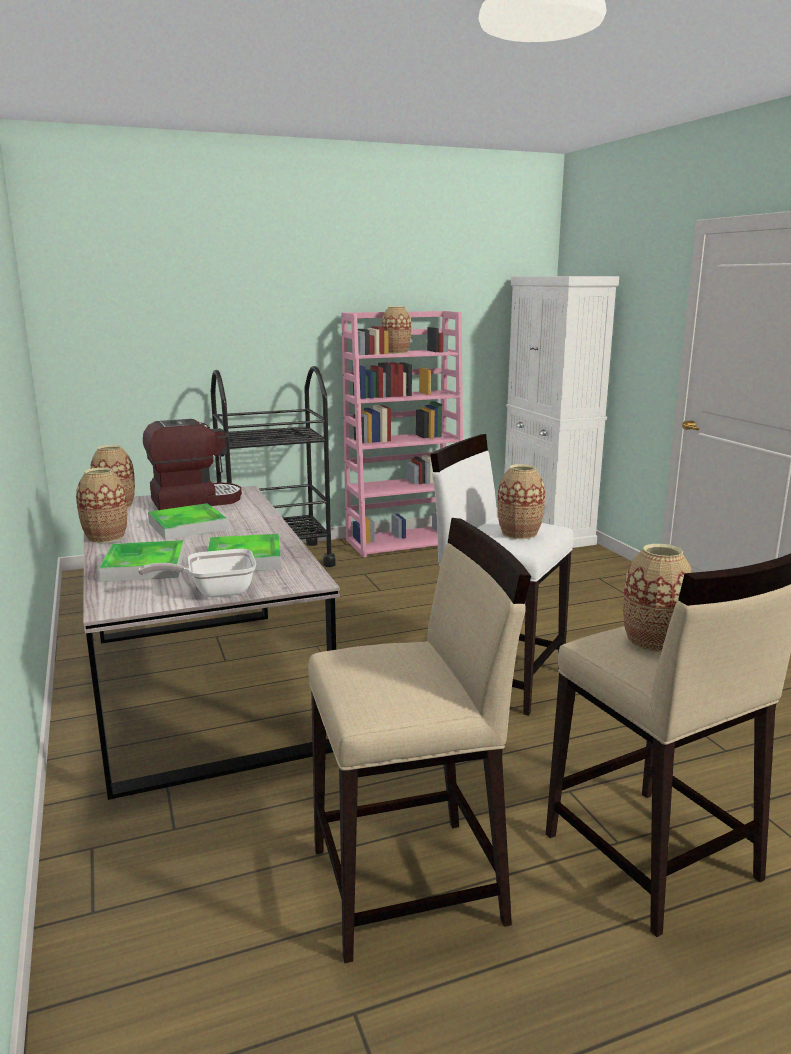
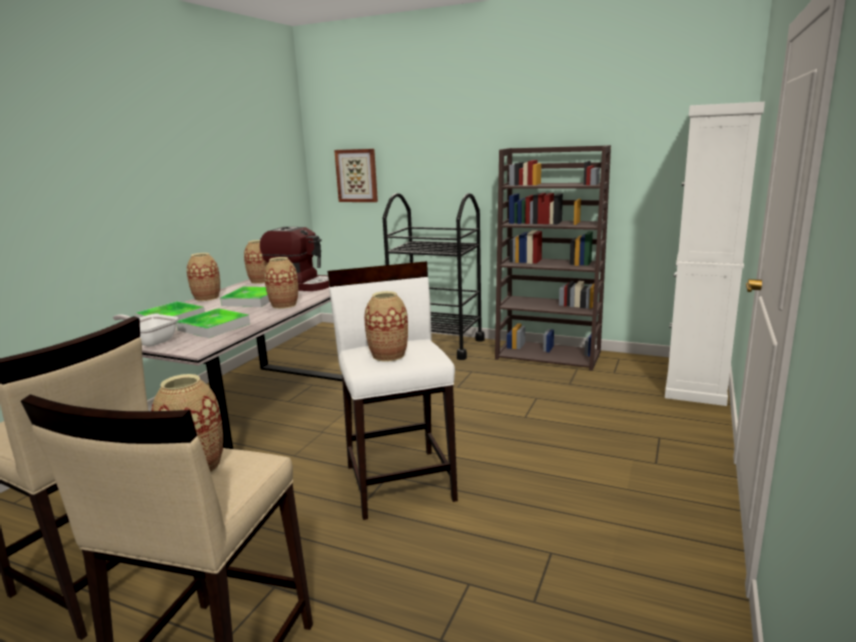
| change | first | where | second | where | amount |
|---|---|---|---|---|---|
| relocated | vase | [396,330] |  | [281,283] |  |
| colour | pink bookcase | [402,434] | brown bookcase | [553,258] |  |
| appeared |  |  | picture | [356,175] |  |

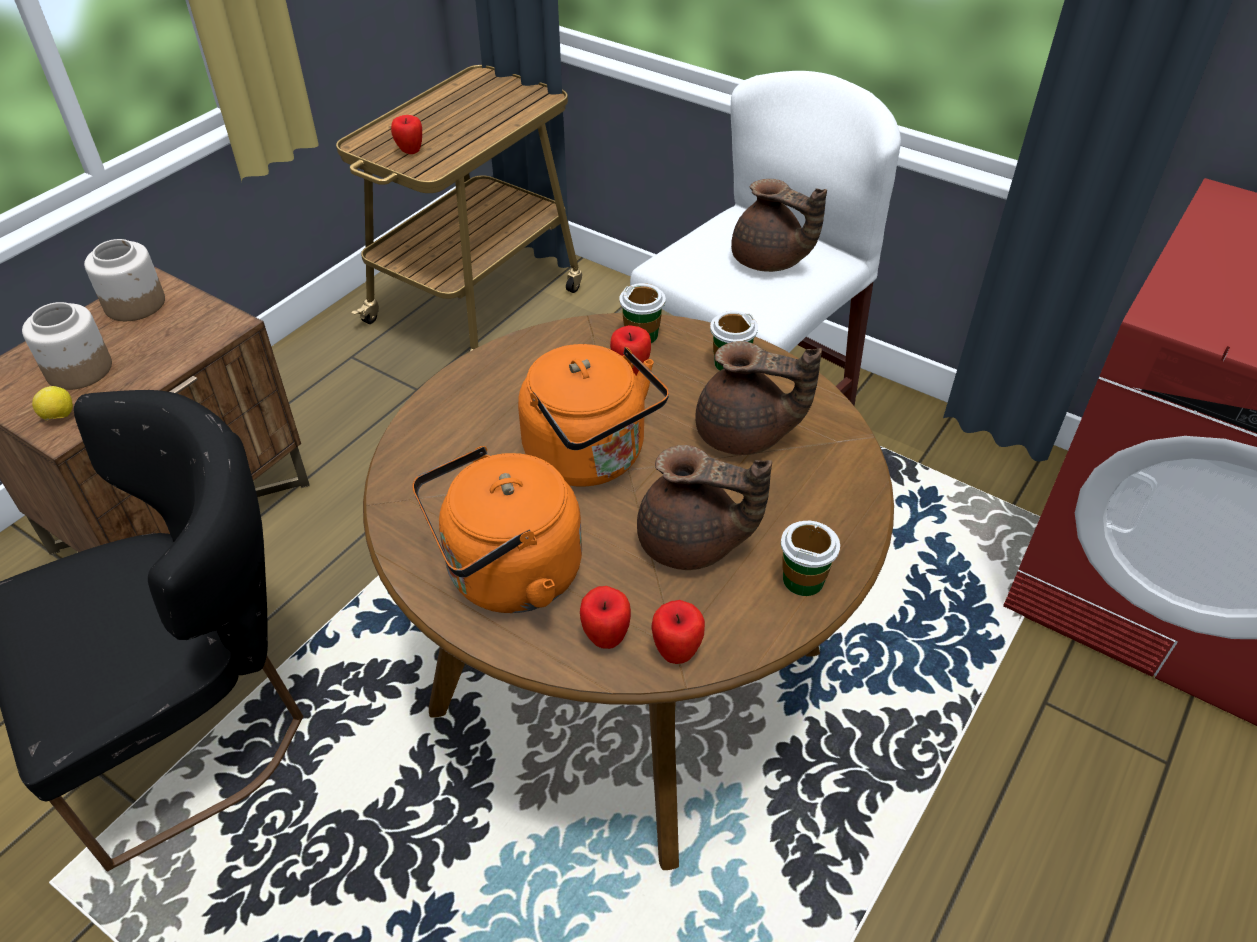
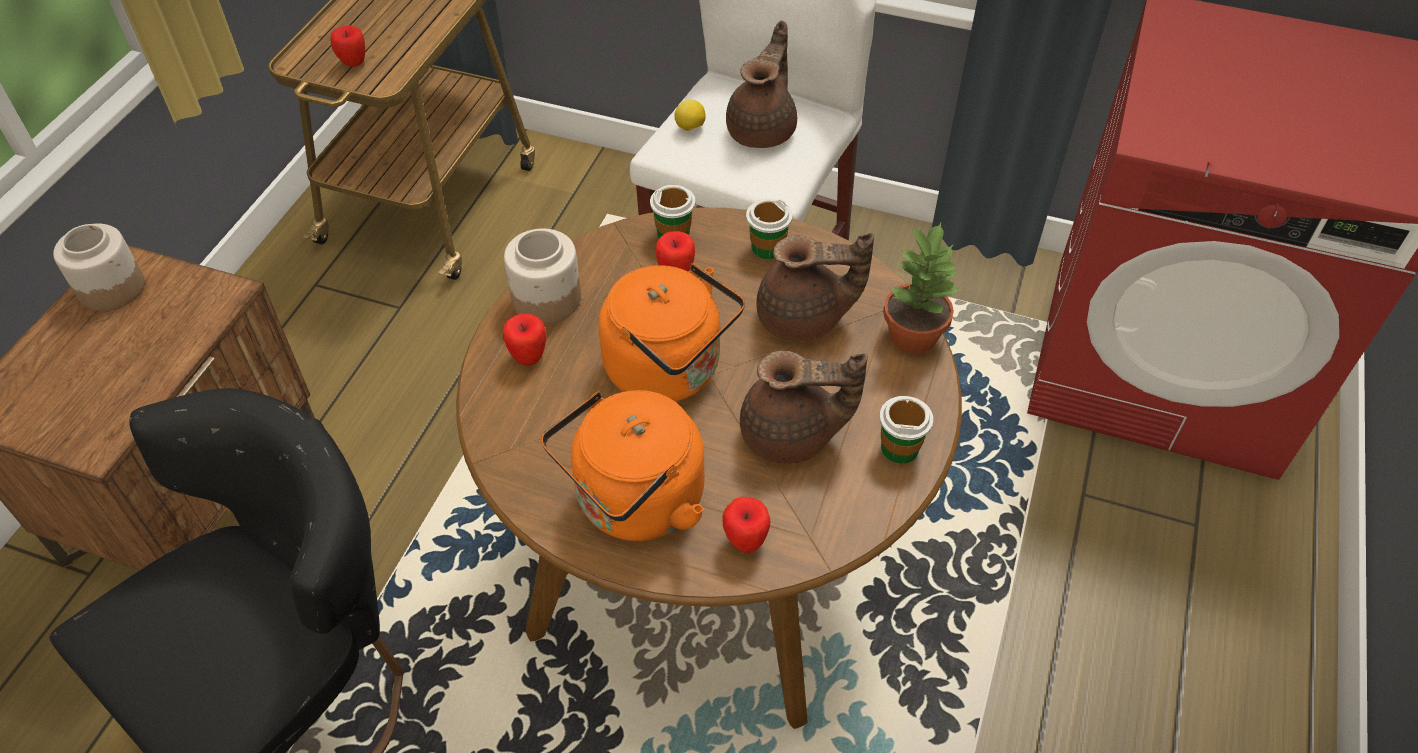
| change | first | where | second | where | amount |
|---|---|---|---|---|---|
| spun | brown teapot | [779,225] |  | [761,84] | 90 degrees counterclockwise |
| relocated | jar | [67,346] |  | [542,276] |  |
| relocated | lemon | [52,403] |  | [690,115] |  |
| relocated | apple | [678,632] |  | [524,339] |  |
| appeared |  |  | potted plant | [921,288] |  |

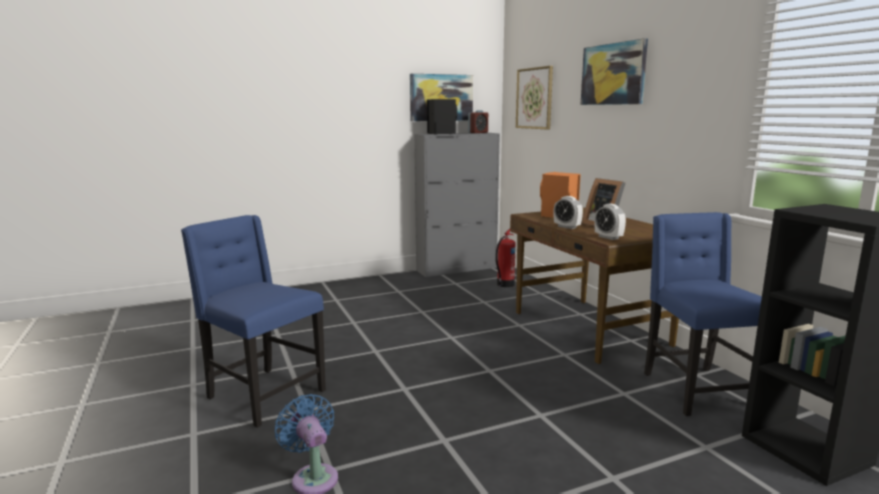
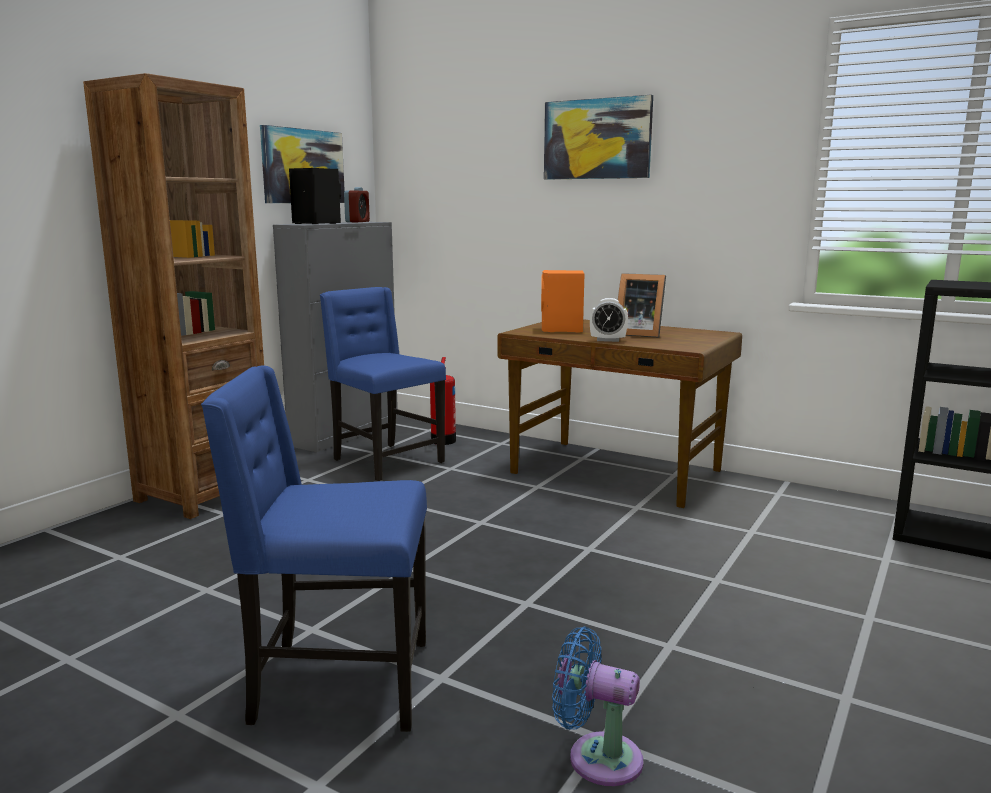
| change | first | where | second | where | amount |
|---|---|---|---|---|---|
| missing | picture | [534,98] |  |  |  |
| missing | alarm clock | [610,222] |  |  |  |
| relocated | blue chair | [703,314] |  | [383,384] |  |
| appeared |  |  | brown bookcase | [173,296] |  |

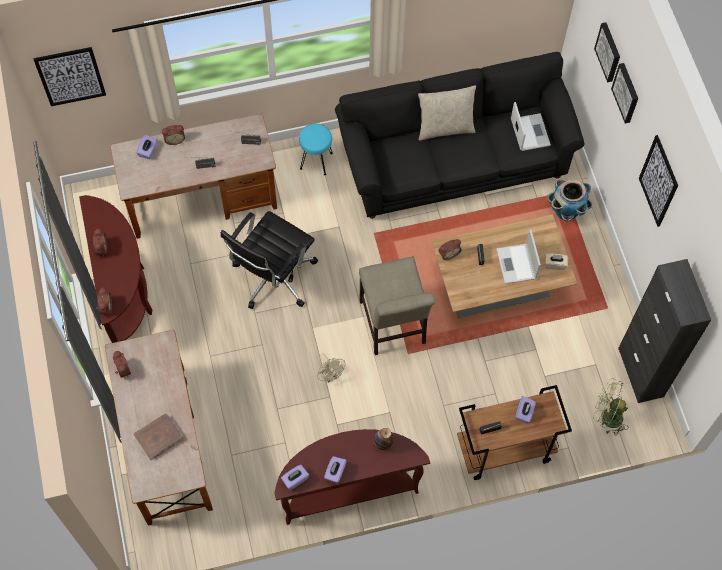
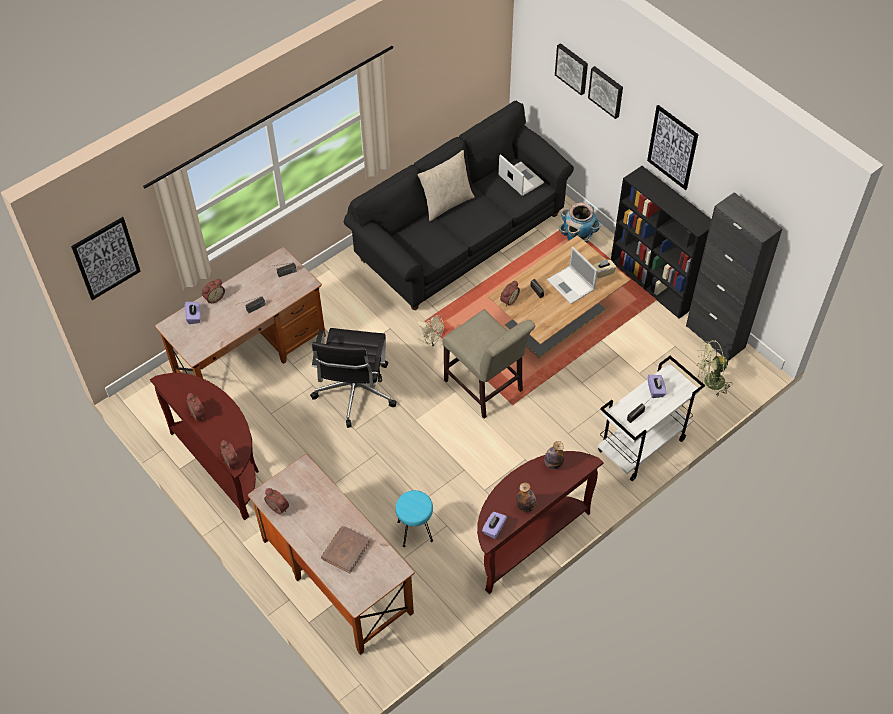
| change | first | where | second | where | amount |
|---|---|---|---|---|---|
| relocated | turquoise stool | [316,149] |  | [414,518] |  |
| relocated | beige fan | [331,368] |  | [430,331] |  |
| colour | brown cart | [514,432] | white cart | [651,418] |  |
| exchanged | purple tissue box | [335,469] | bottle | [526,498] |  |
| appeared |  |  | black bookcase | [661,242] |  |

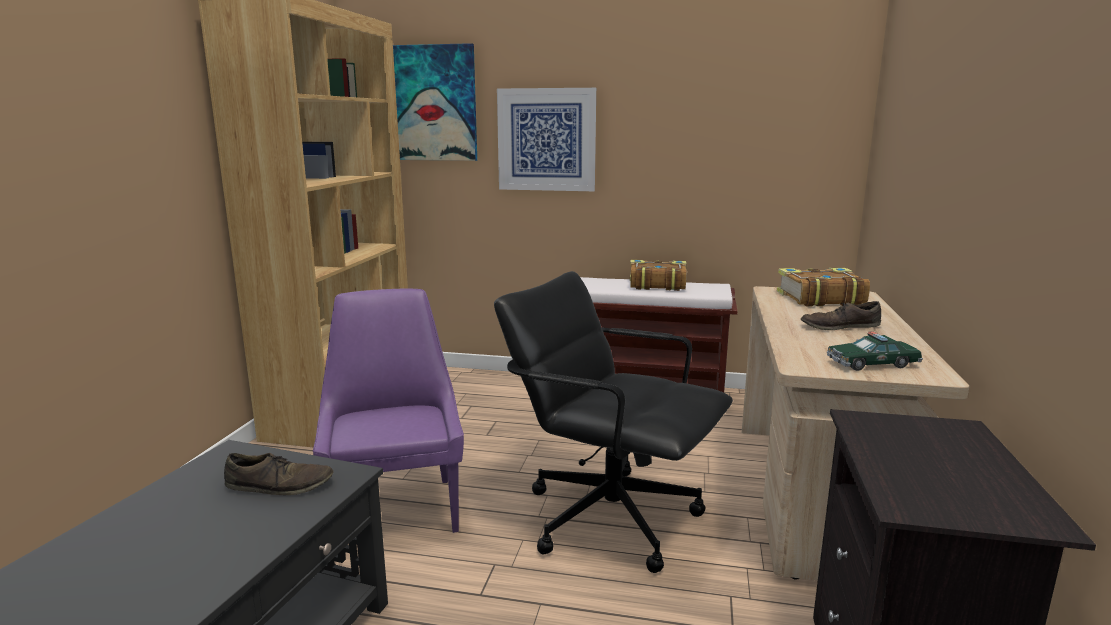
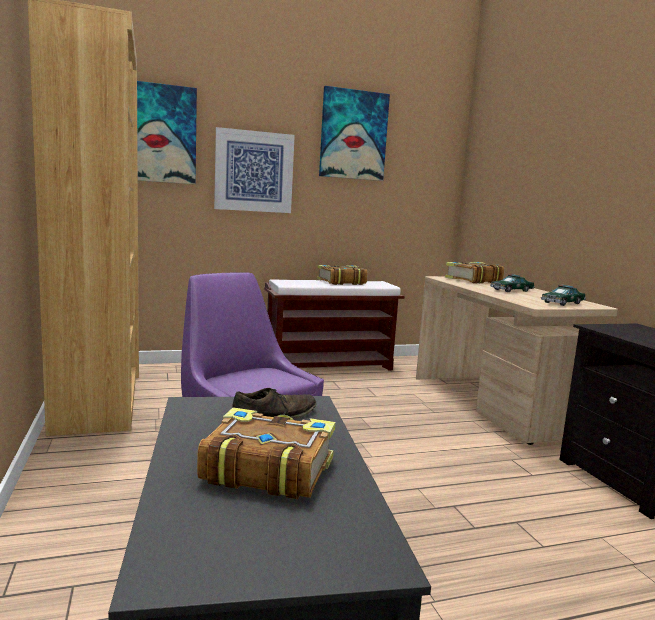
| change | first | where | second | where | amount |
|---|---|---|---|---|---|
| missing | black office chair | [613,422] |  |  |  |
| exchanged | brown shoe | [841,315] | toy car | [512,283] |  |
| appeared |  |  | picture | [354,133] |  |
| appeared |  |  | book | [266,453] |  |

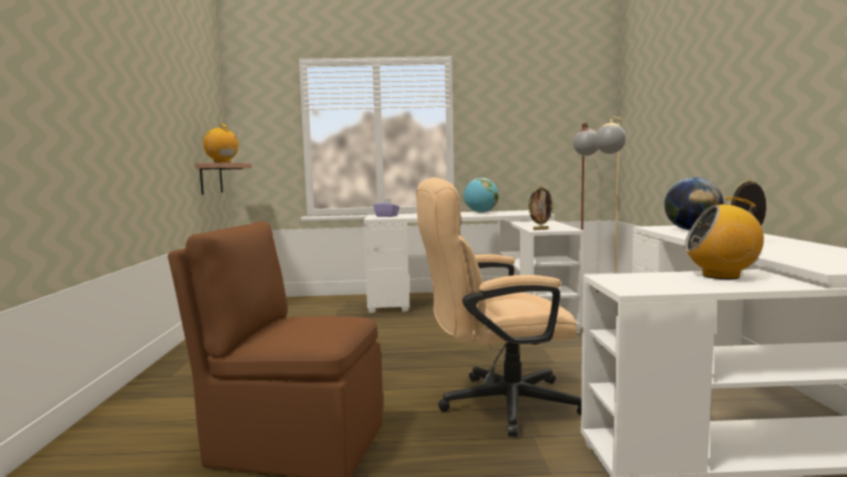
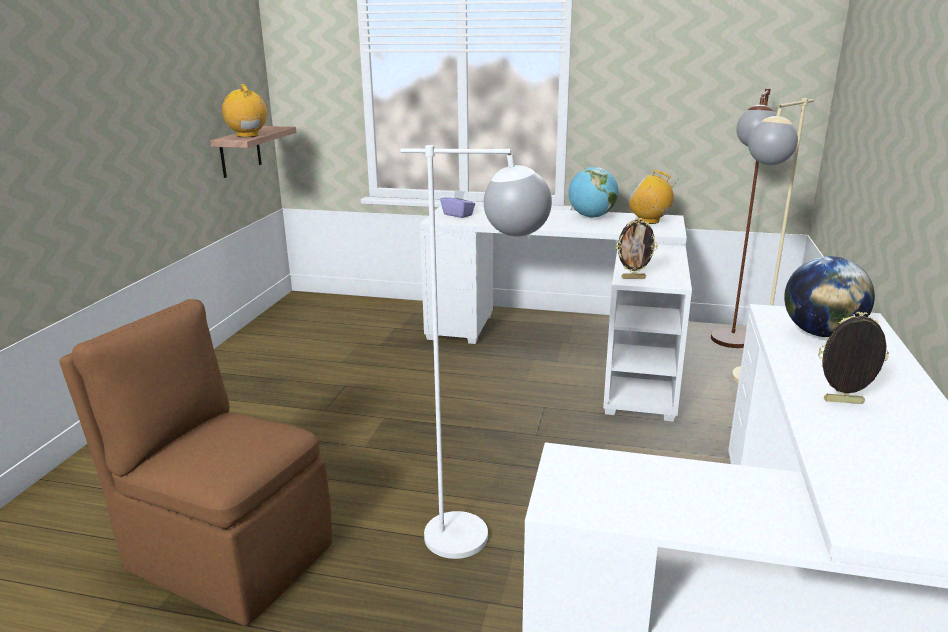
| change | first | where | second | where | amount |
|---|---|---|---|---|---|
| exchanged | beige office chair | [498,307] | white floor lamp | [476,352] |  |
| relocated | radio | [724,238] |  | [653,197] |  |

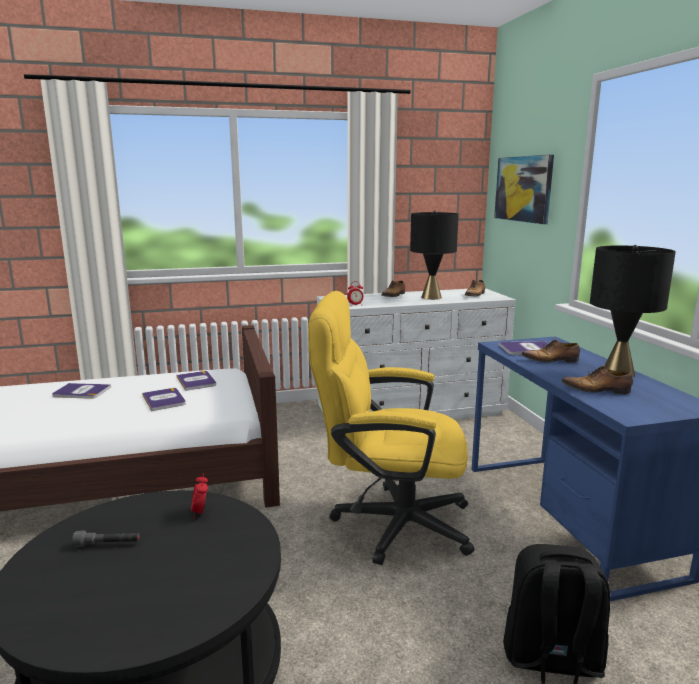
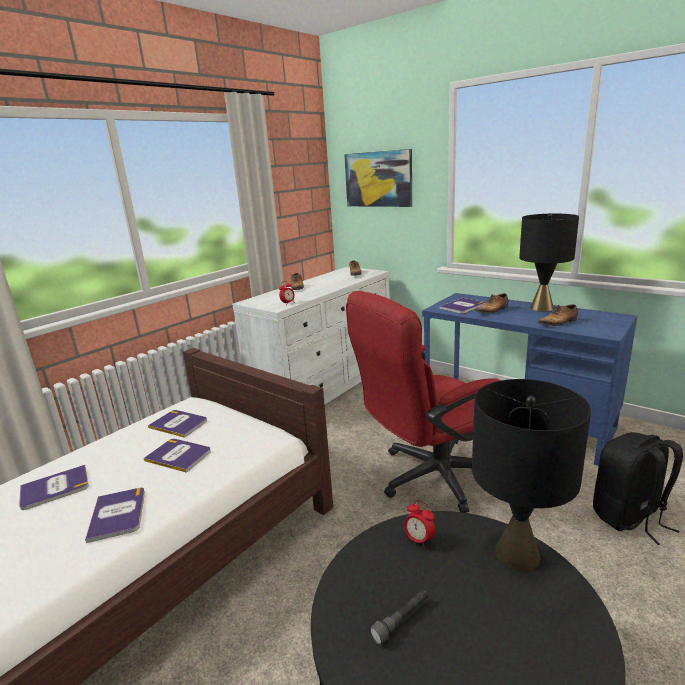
| change | first | where | second | where | amount |
|---|---|---|---|---|---|
| relocated | black table lamp | [434,255] |  | [531,475] |  |
| colour | yellow office chair | [391,428] | red office chair | [423,402] |  |
| appeared |  |  | book | [115,515] |  |

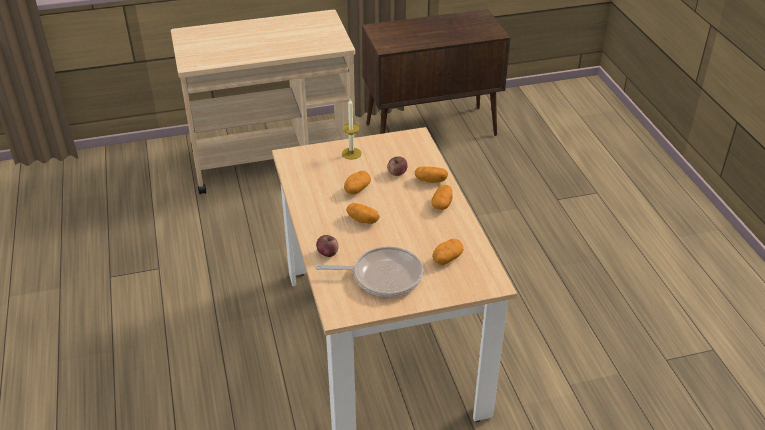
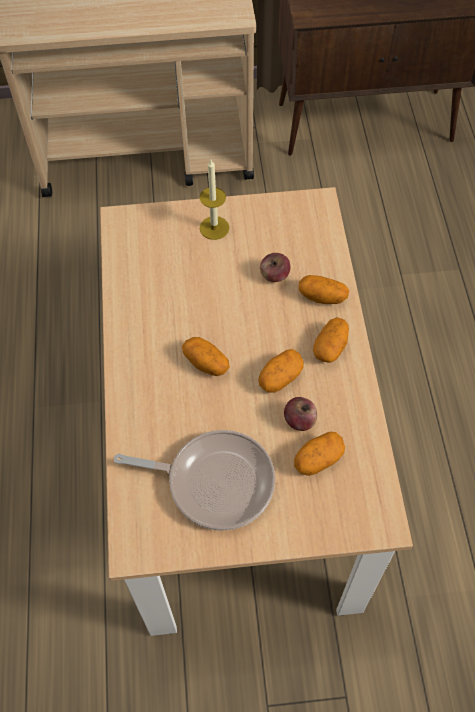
| change | first | where | second | where | amount |
|---|---|---|---|---|---|
| relocated | potato | [357,183] |  | [281,371] |  |
| relocated | apple | [327,246] |  | [300,414] |  |

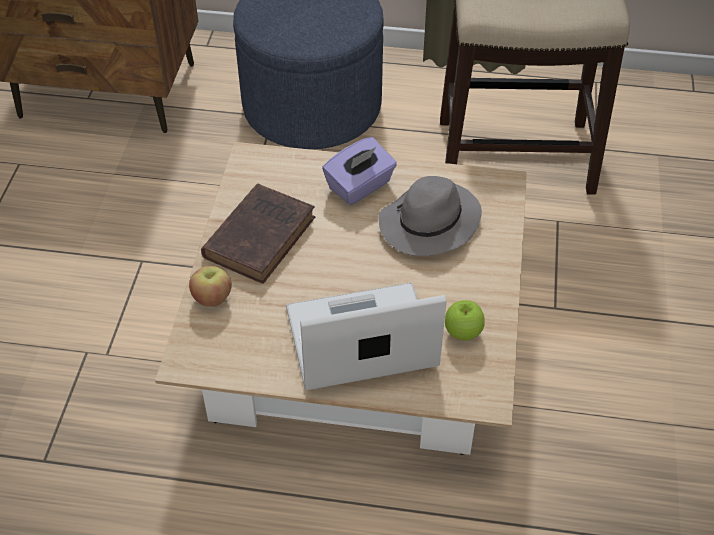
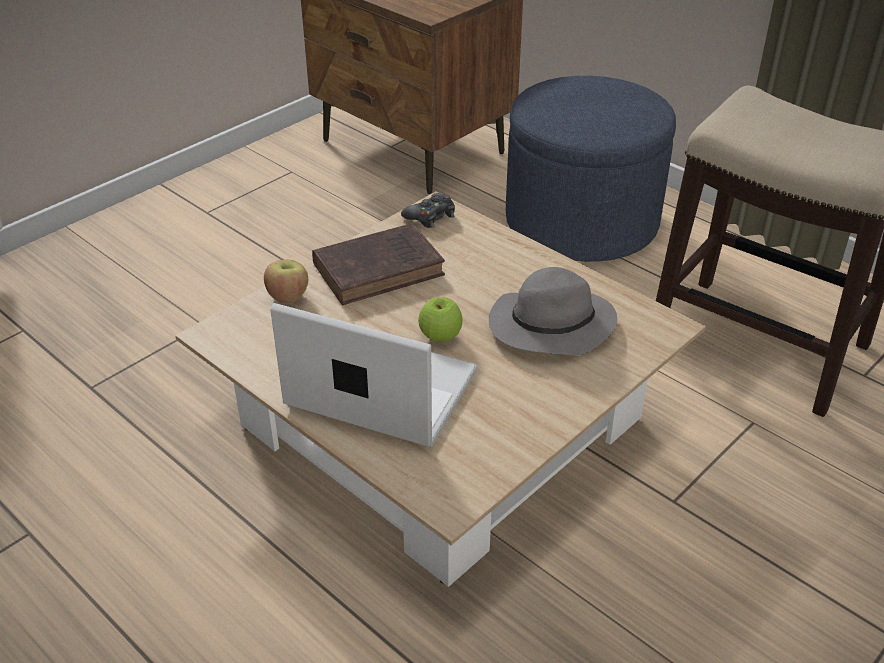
| change | first | where | second | where | amount |
|---|---|---|---|---|---|
| missing | purple tissue box | [359,171] |  |  |  |
| relocated | apple | [465,320] |  | [440,319] |  |
| appeared |  |  | black game controller | [428,210] |  |

